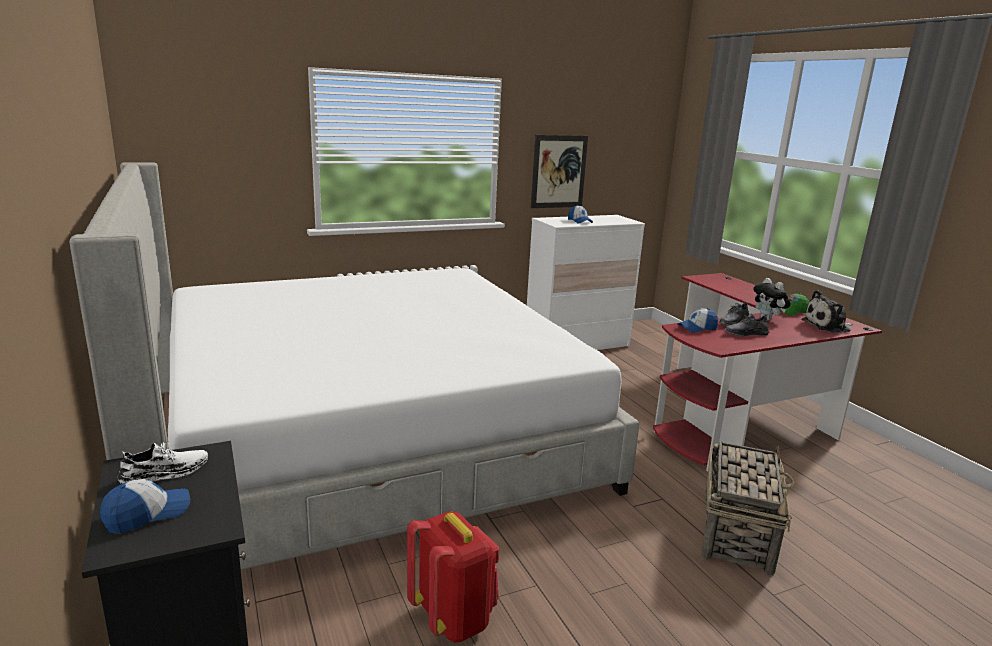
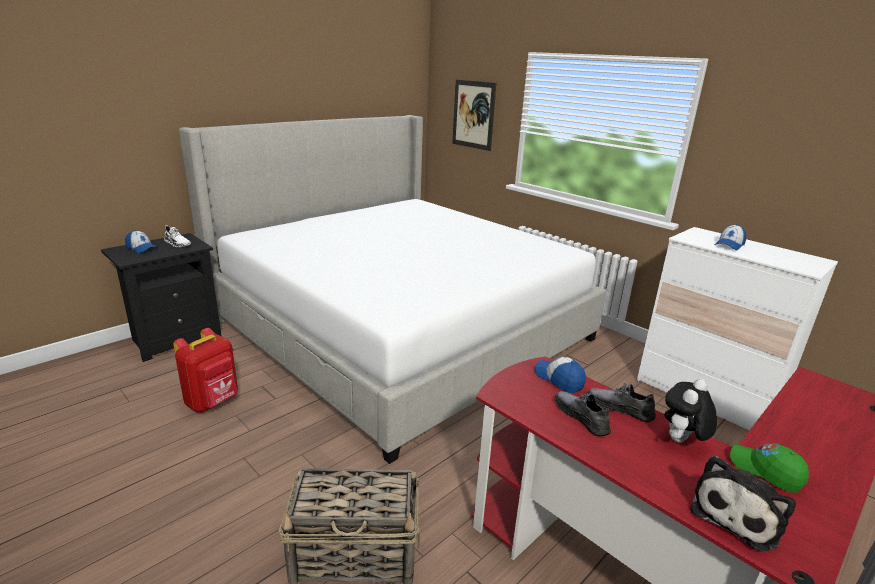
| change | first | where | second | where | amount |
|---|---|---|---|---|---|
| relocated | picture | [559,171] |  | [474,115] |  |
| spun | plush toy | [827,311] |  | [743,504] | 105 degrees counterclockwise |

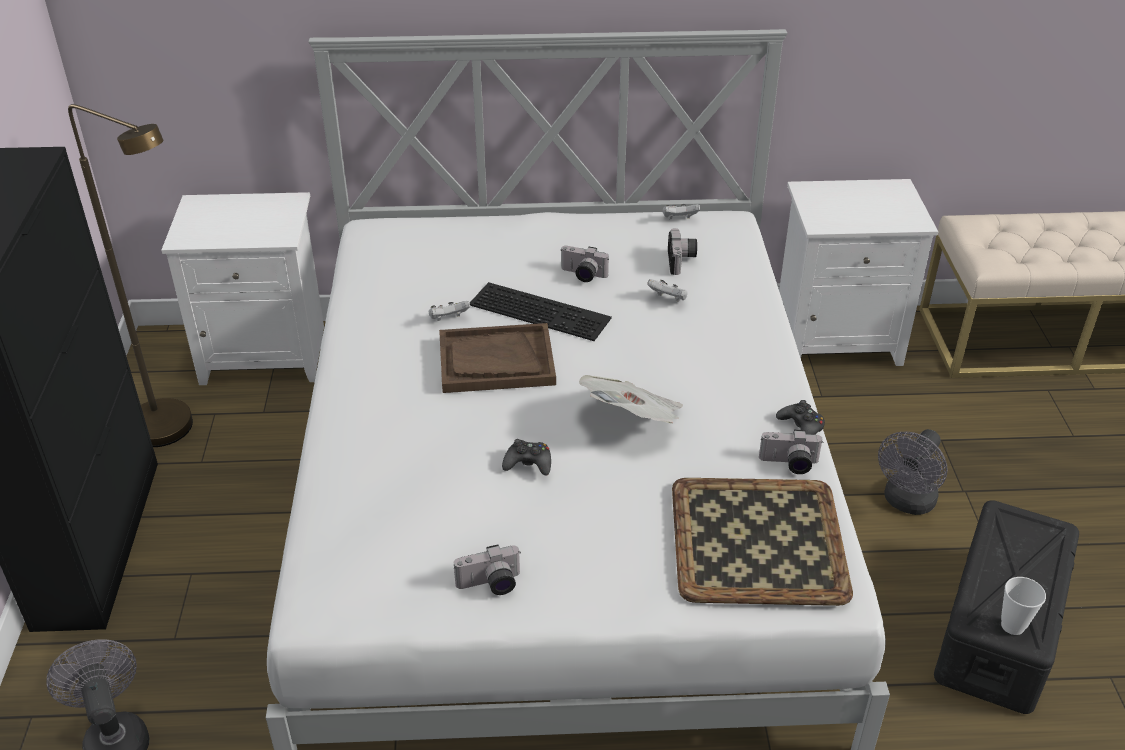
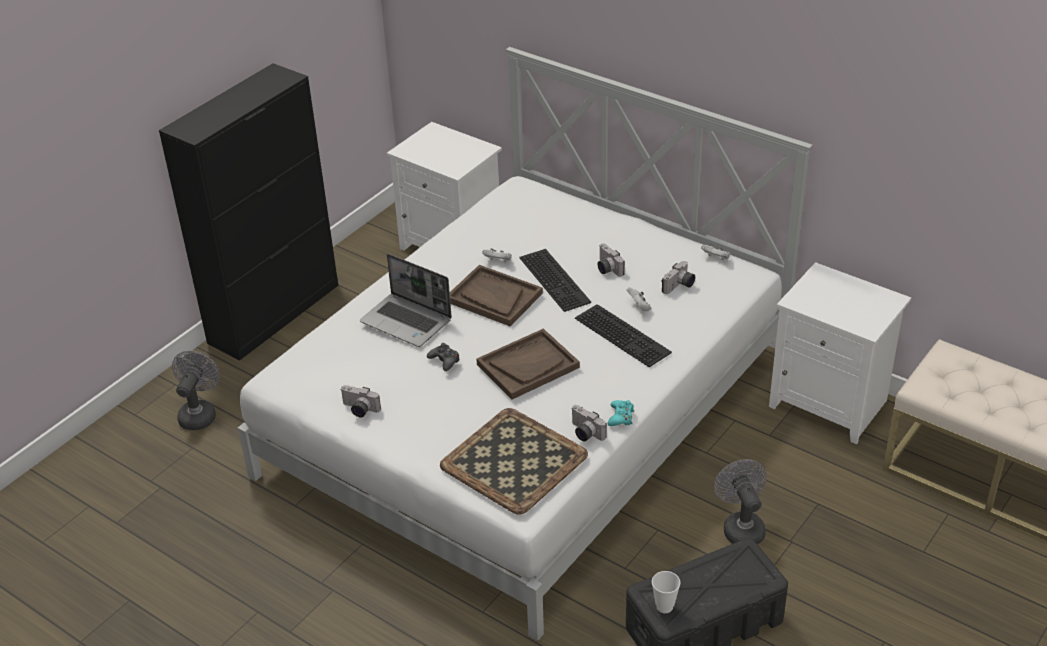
| change | first | where | second | where | amount |
|---|---|---|---|---|---|
| missing | brown floor lamp | [130,275] |  |  |  |
| exchanged | newspaper | [631,399] | brown tray | [528,364] |  |
| colour | black game controller | [800,417] | turquoise game controller | [621,413] |  |
| spun | grey fan | [913,472] |  | [740,501] | 90 degrees clockwise |
| appeared |  |  | laptop | [406,300] |  |
| appeared |  |  | keyboard | [623,336] |  |

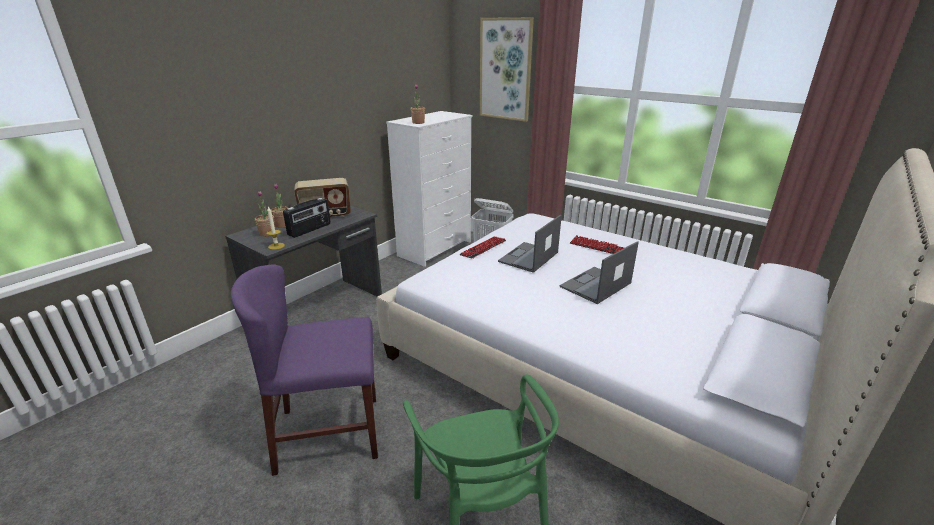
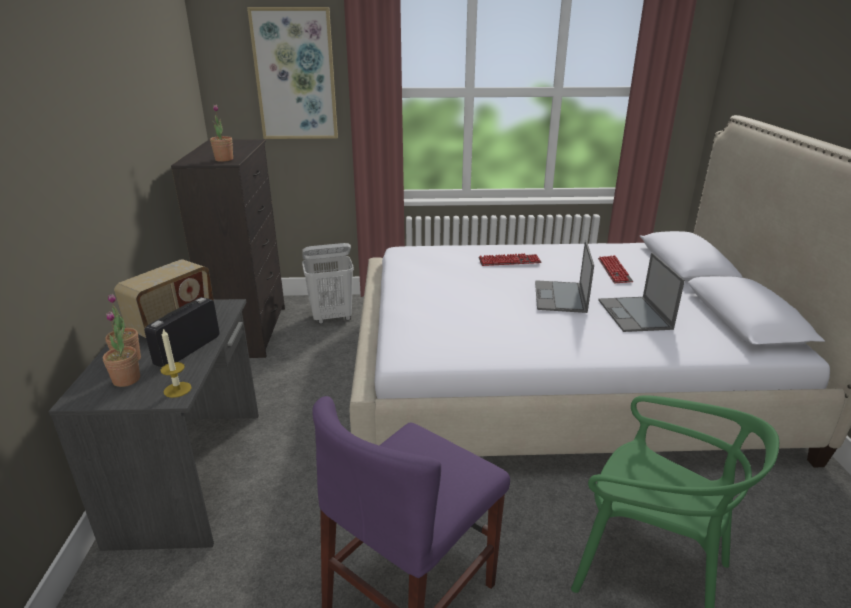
| change | first | where | second | where | amount |
|---|---|---|---|---|---|
| colour | white dresser | [429,189] | black dresser | [228,248] |  |
| spun | radio | [307,218] |  | [182,332] | 150 degrees counterclockwise |
| relocated | laptop | [530,244] |  | [641,292] |  |
| relocated | keyboard | [483,247] |  | [615,269] |  |

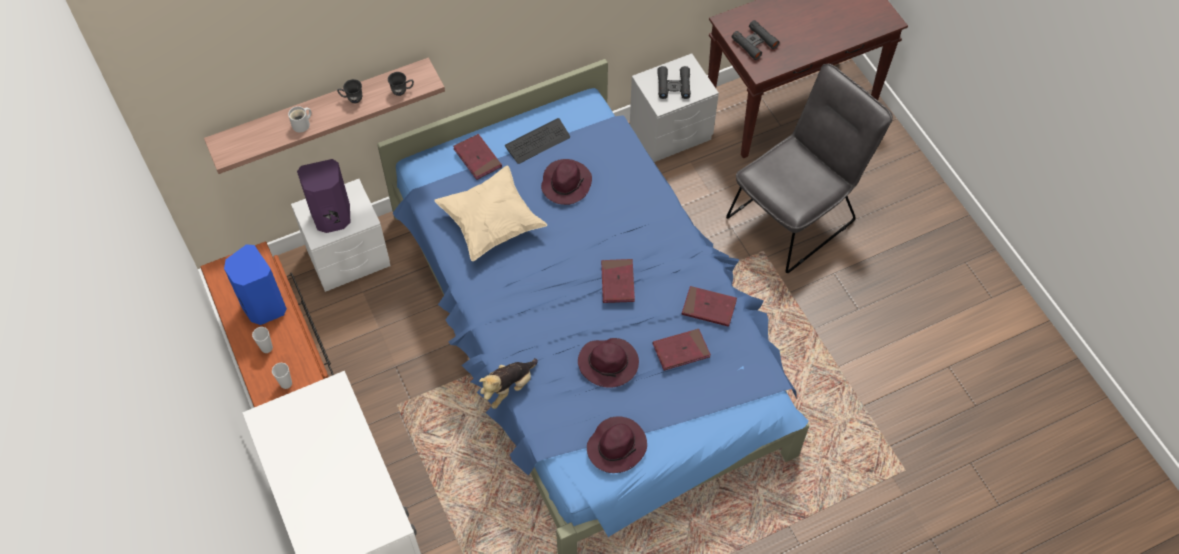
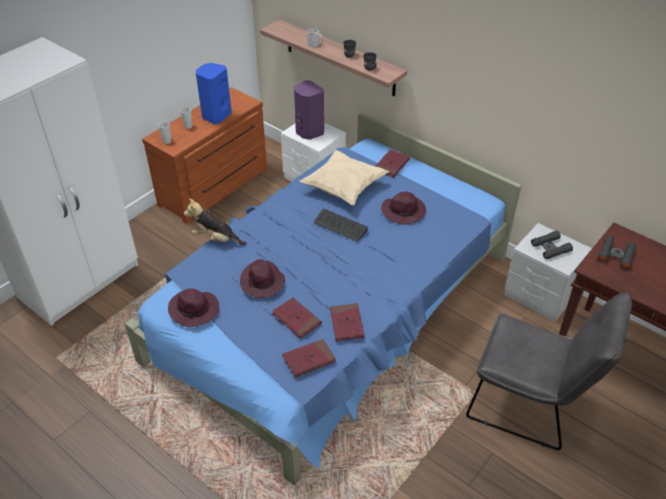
| change | first | where | second | where | amount |
|---|---|---|---|---|---|
| relocated | keyboard | [537,141] |  | [341,225] |  |
| relocated | red book | [618,281] |  | [309,358] |  |

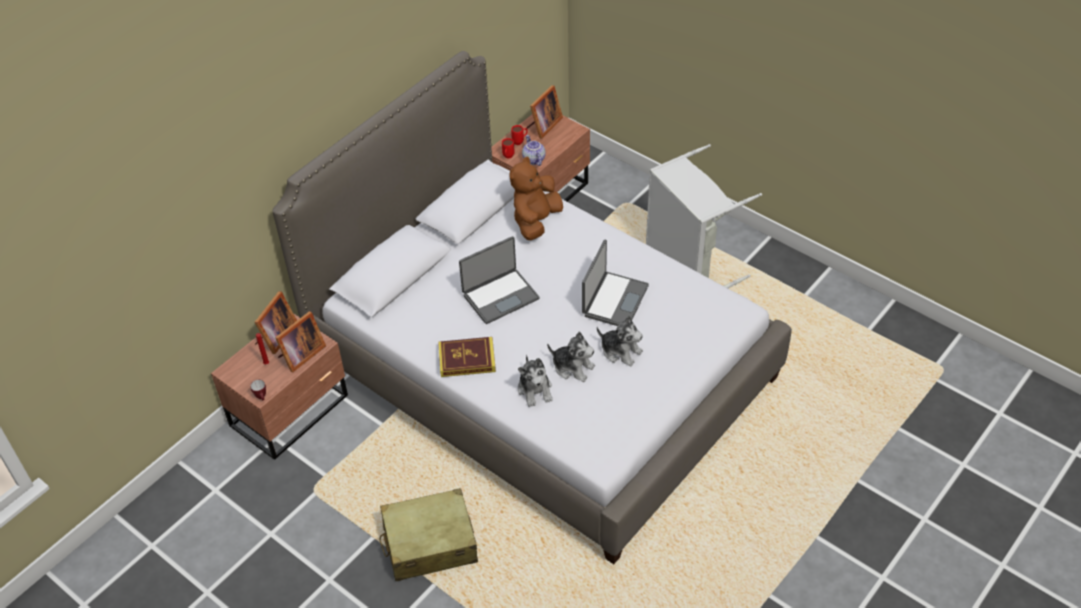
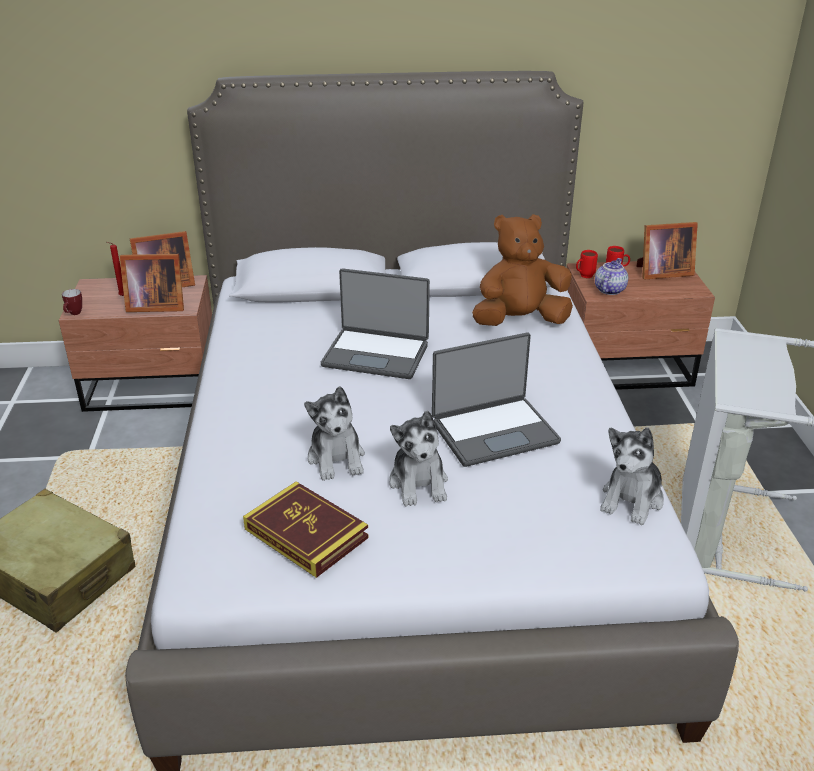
| change | first | where | second | where | amount |
|---|---|---|---|---|---|
| relocated | book | [467,357] |  | [306,529] |  |
| relocated | plush toy | [535,381] |  | [632,476] |  |

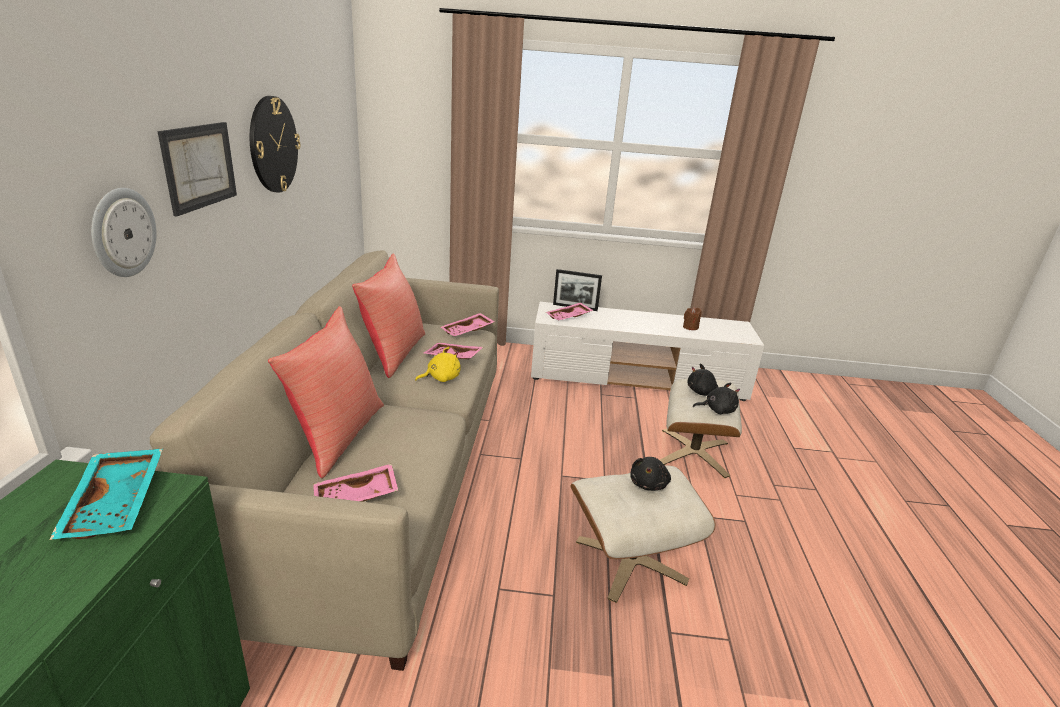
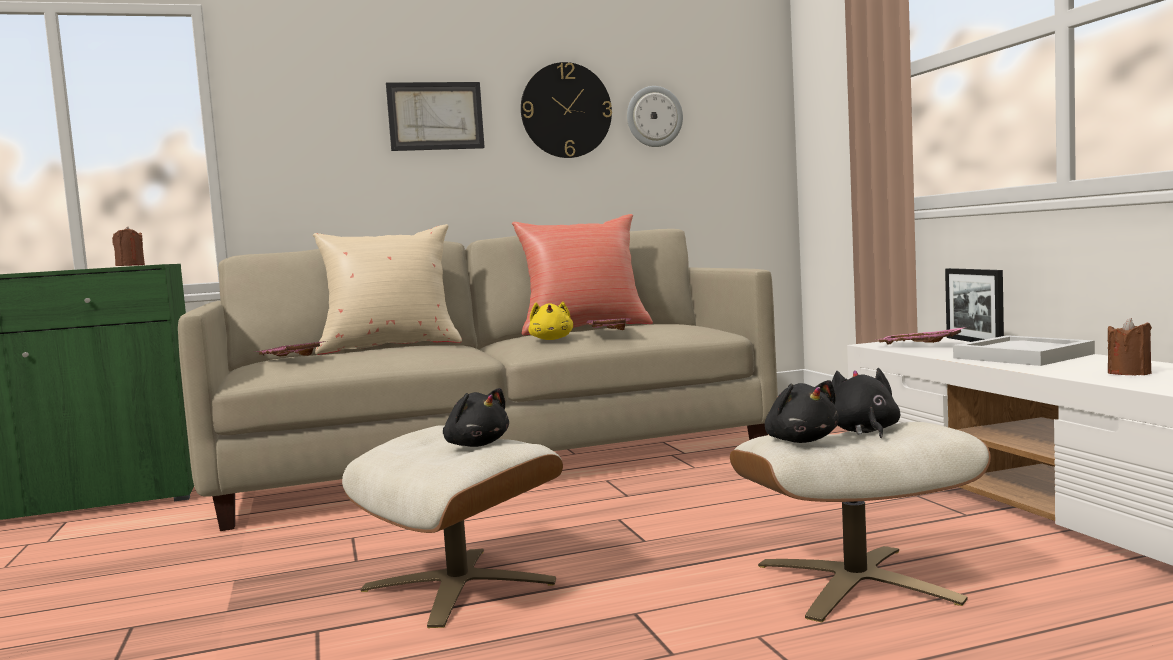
| change | first | where | second | where | amount |
|---|---|---|---|---|---|
| relocated | wall clock | [124,232] |  | [655,116] |  |
| colour | red pillow | [326,392] | beige pillow | [387,289] |  |
| missing | pink tray | [468,324] |  |  |  |
| spun | yellow plush toy | [438,364] |  | [551,321] | 45 degrees clockwise |
| exchanged | turquoise tray | [106,494] | brown candle | [128,246] |  |
| spun | black plush toy | [650,474] |  | [476,417] | 135 degrees counterclockwise |
| appeared |  |  | white tray | [1024,350] |  |

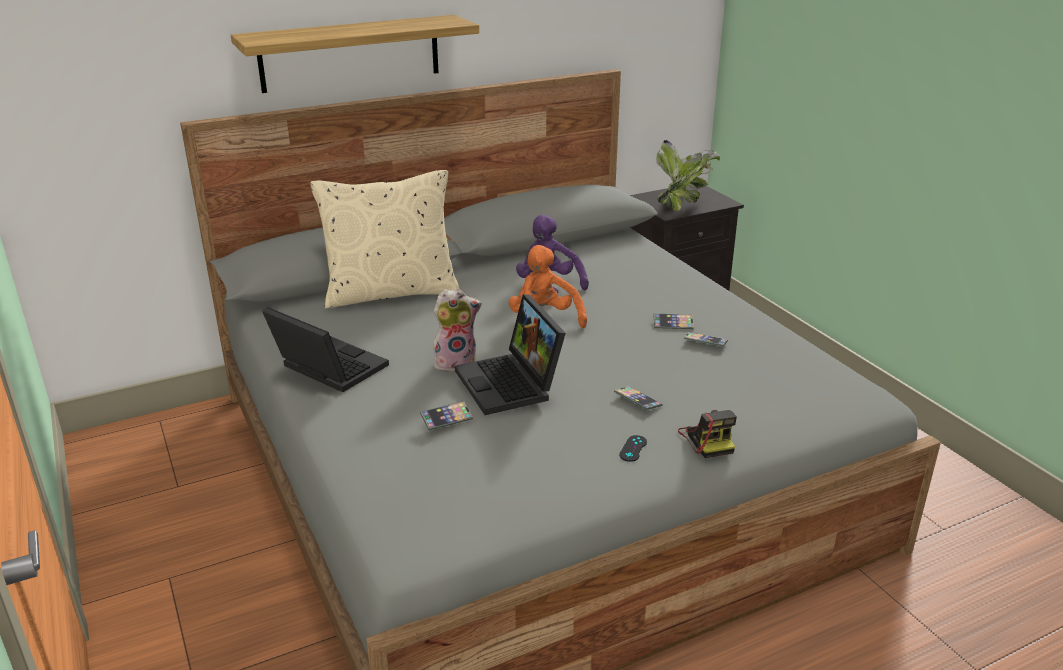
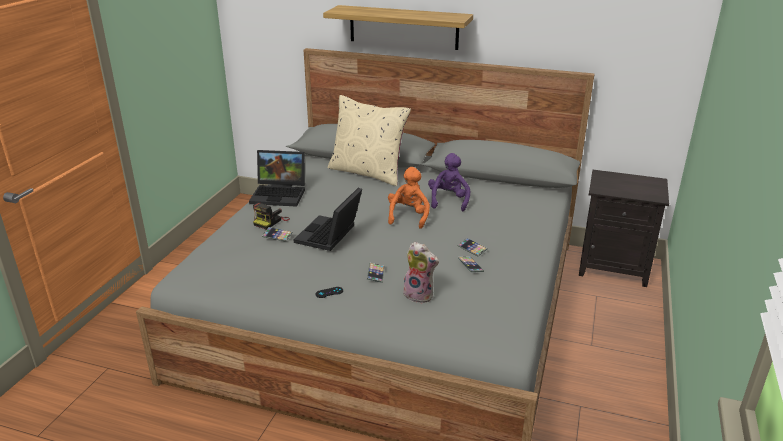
| change | first | where | second | where | amount |
|---|---|---|---|---|---|
| missing | potted plant | [688,175] |  |  |  |
| relocated | plush toy | [457,330] |  | [421,272] |  |
| spun | laptop | [325,349] |  | [277,178] | 105 degrees clockwise |
| relocated | photo camera | [707,434] |  | [271,216] |  |

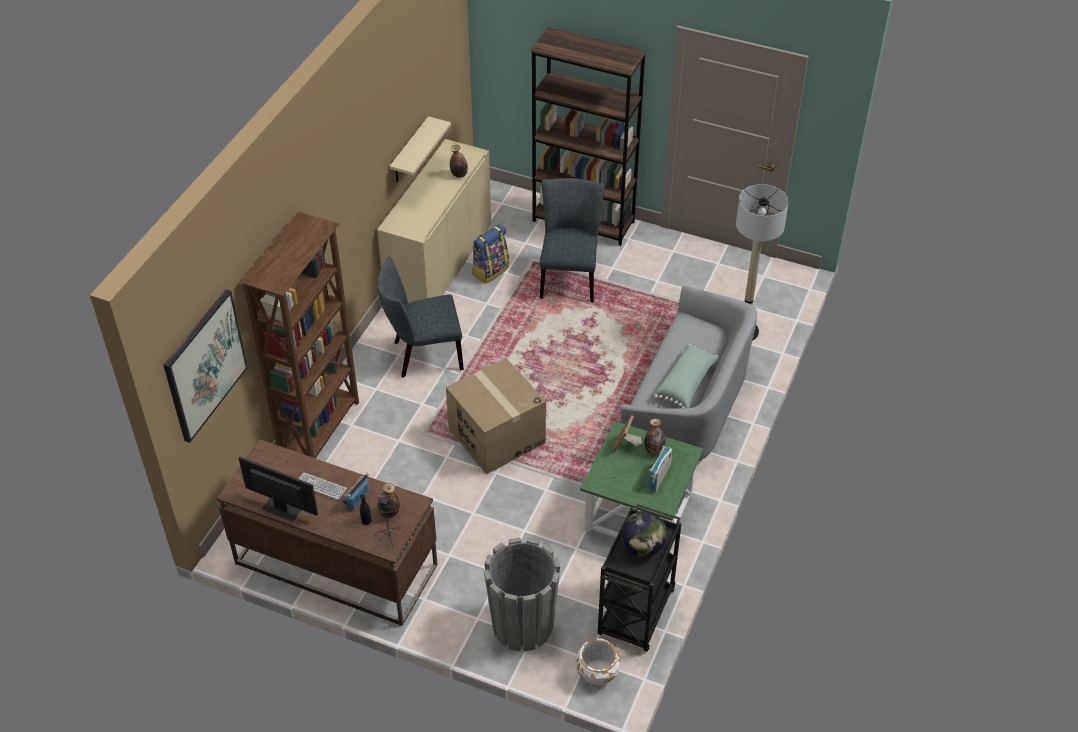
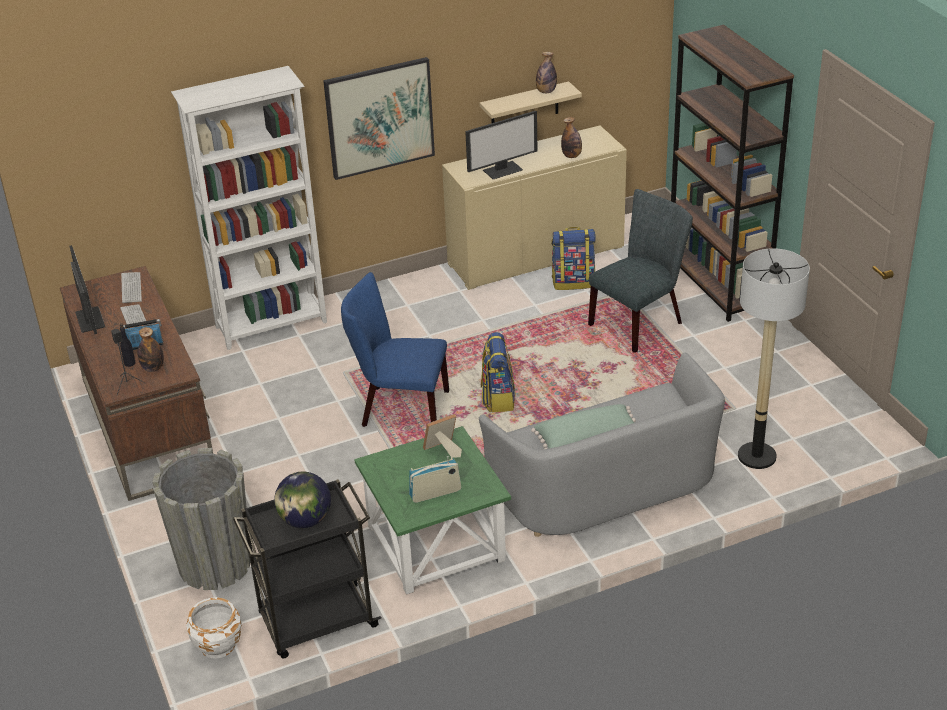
| change | first | where | second | where | amount |
|---|---|---|---|---|---|
| colour | brown bookcase | [299,335] | white bookcase | [249,208] |  |
| missing | grey chair | [420,317] |  |  |  |
| relocated | picture | [205,366] |  | [379,118] |  |
| exchanged | cardboard box | [496,416] | blue chair | [395,349] |  |
| relocated | bottle | [654,437] |  | [546,72] |  |
| appeared |  |  | monitor | [501,145] |  |
| appeared |  |  | keyboard | [131,287] |  |
| appeared |  |  | backpack | [498,372] |  |

